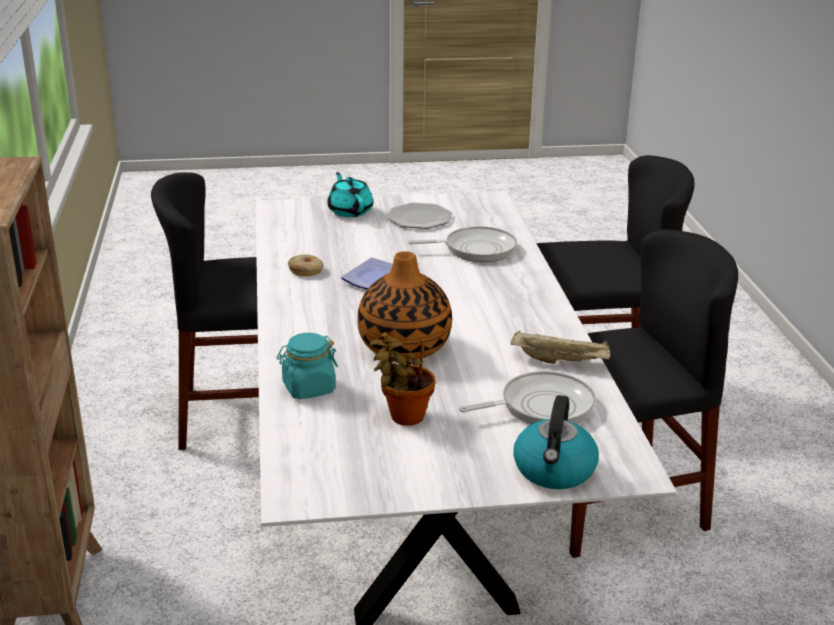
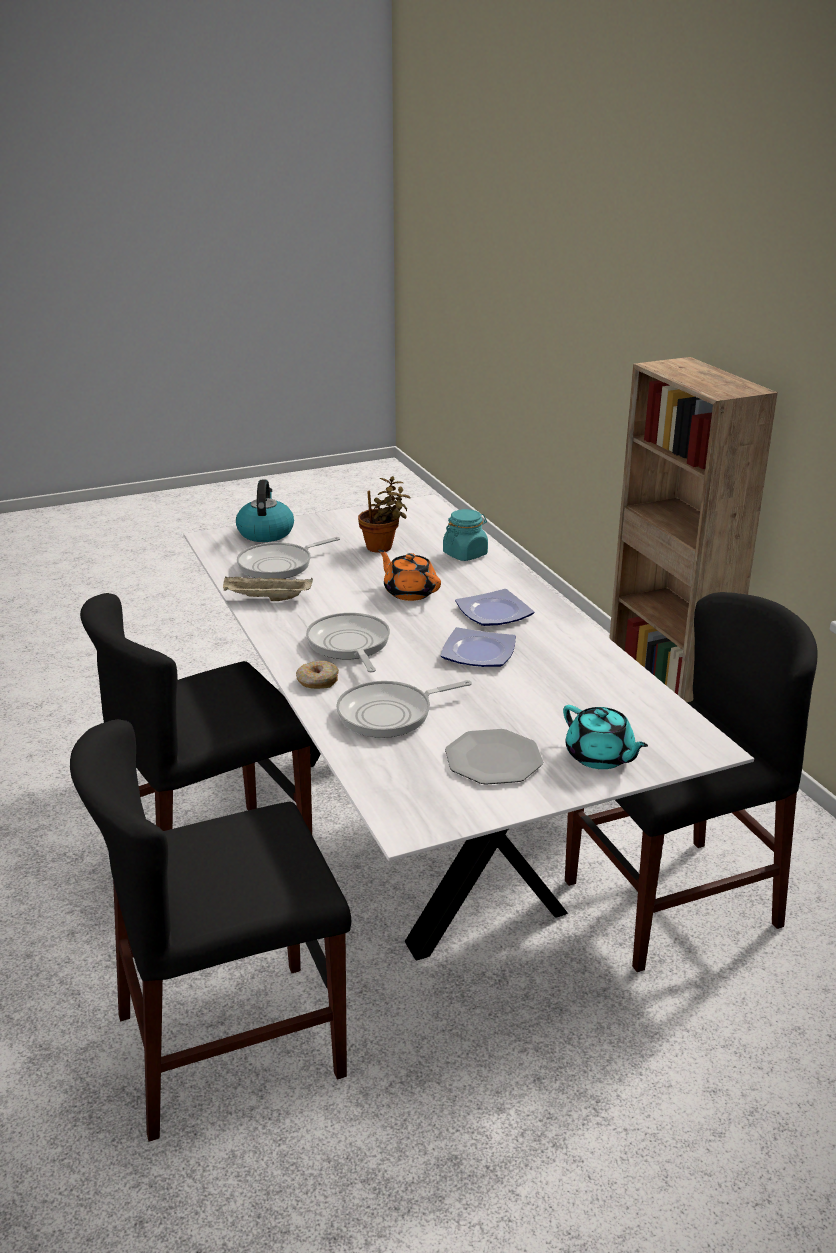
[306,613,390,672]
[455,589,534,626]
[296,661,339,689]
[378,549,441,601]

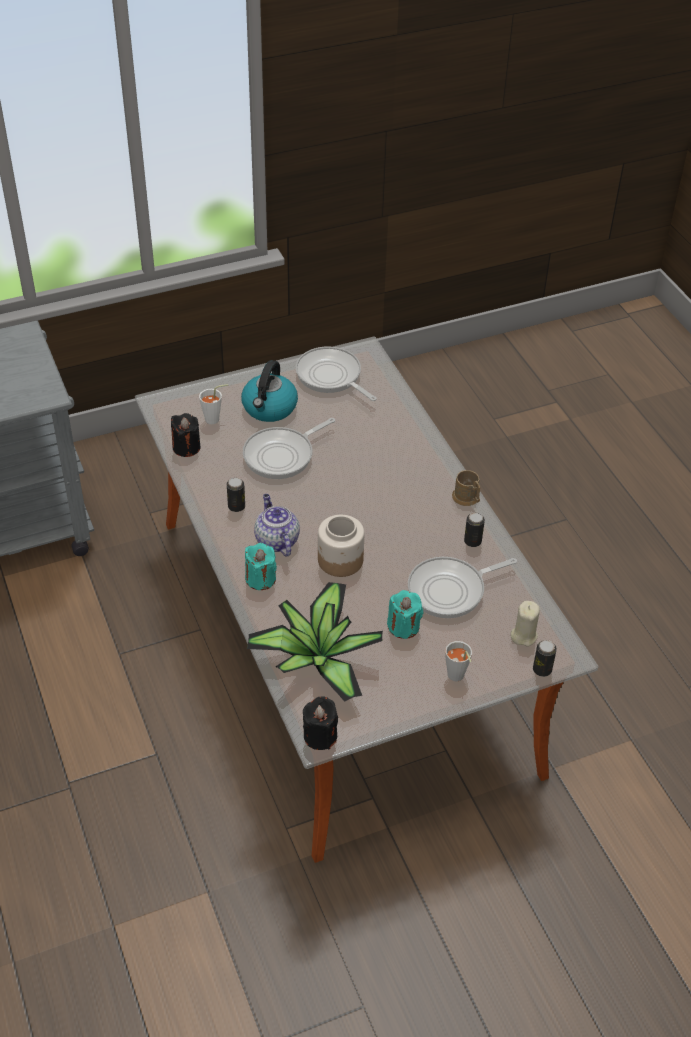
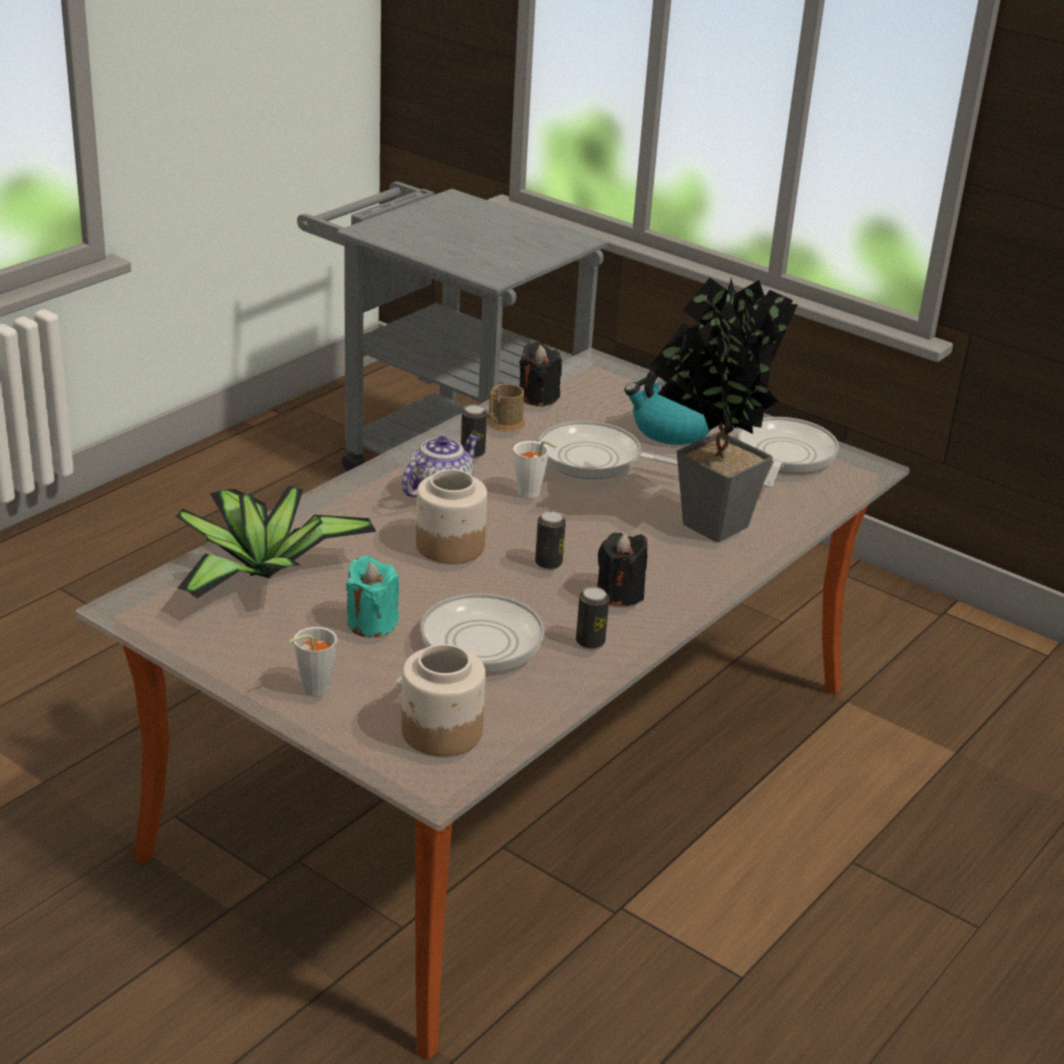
[245,543,277,590] (first image)
[648,278,798,542]
[514,441,556,498]
[597,533,648,606]
[487,384,526,432]
[535,511,566,569]
[401,644,486,756]
[396,593,544,686]

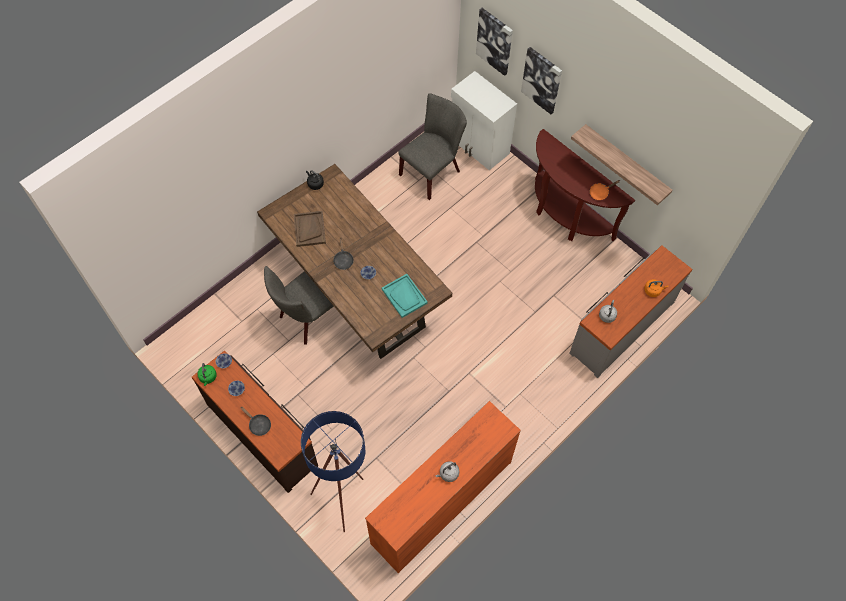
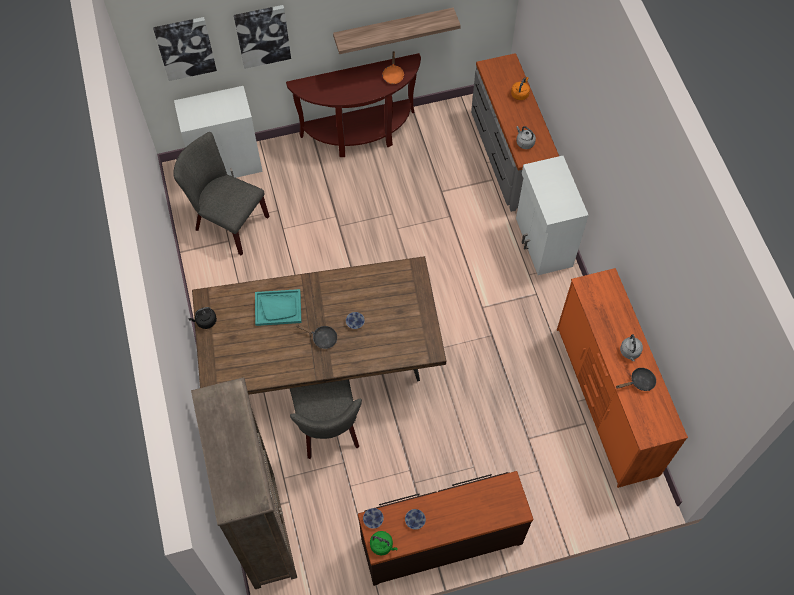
[294,211,326,247] (first image)
[301,411,366,532] (first image)
[191,377,297,589]
[516,156,589,275]
[616,368,656,391]
[255,289,301,326]
[173,132,269,256]

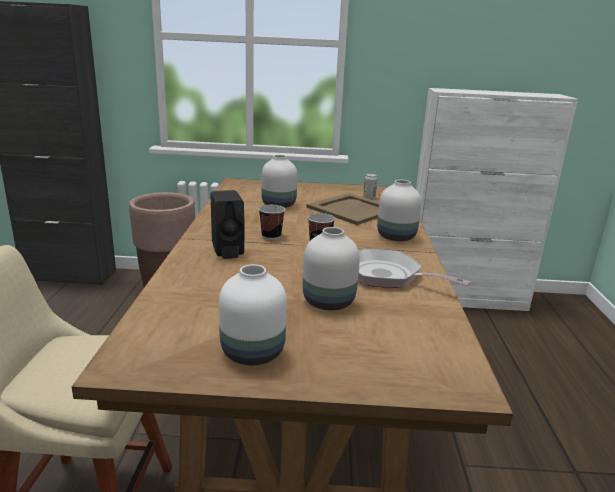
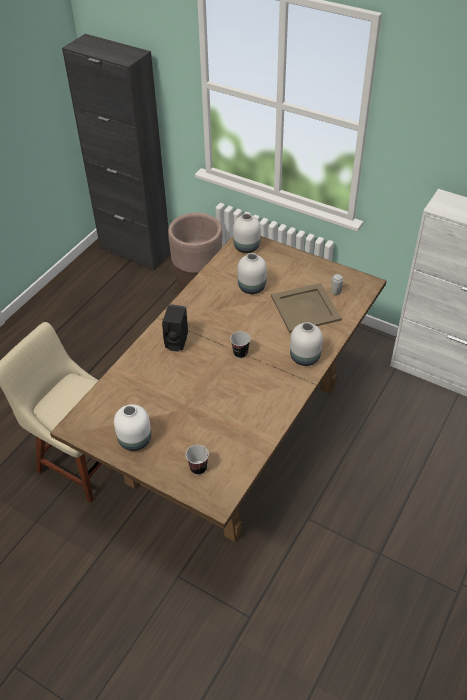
[358,249,471,288] (first image)
[186,445,209,475]
[233,213,261,253]

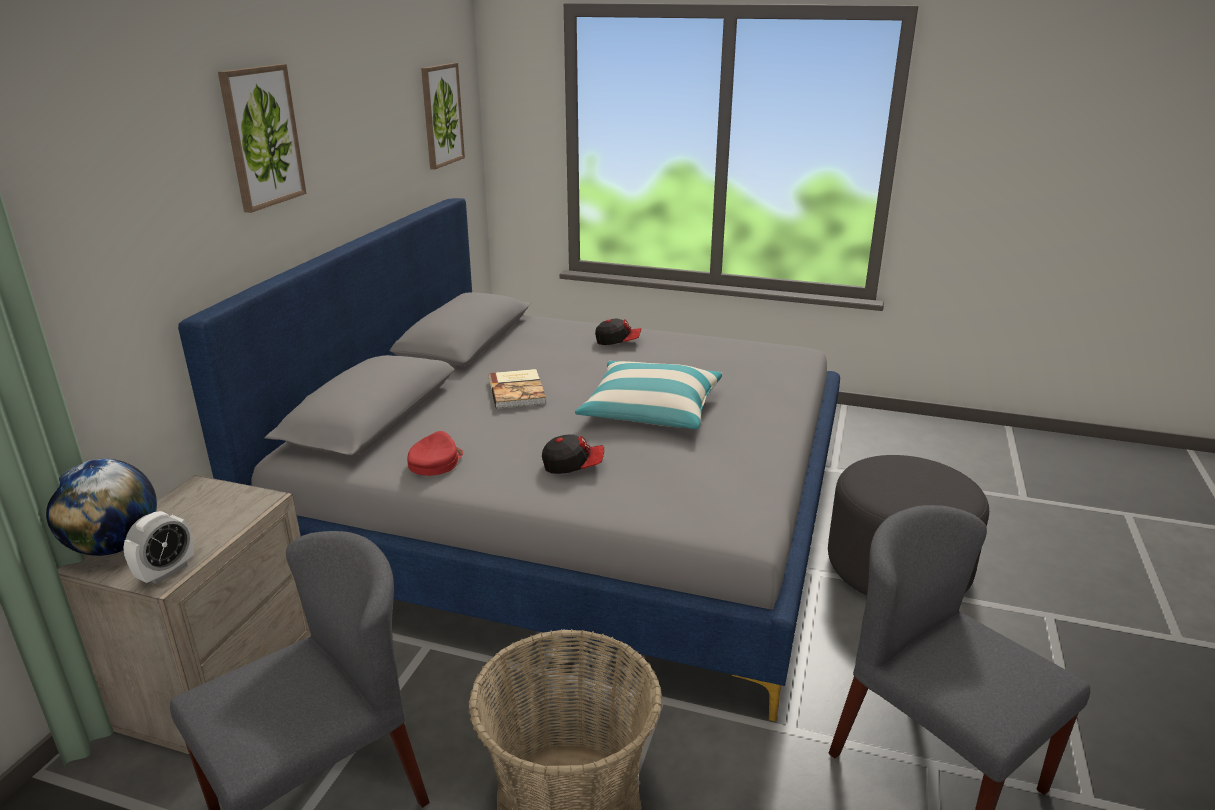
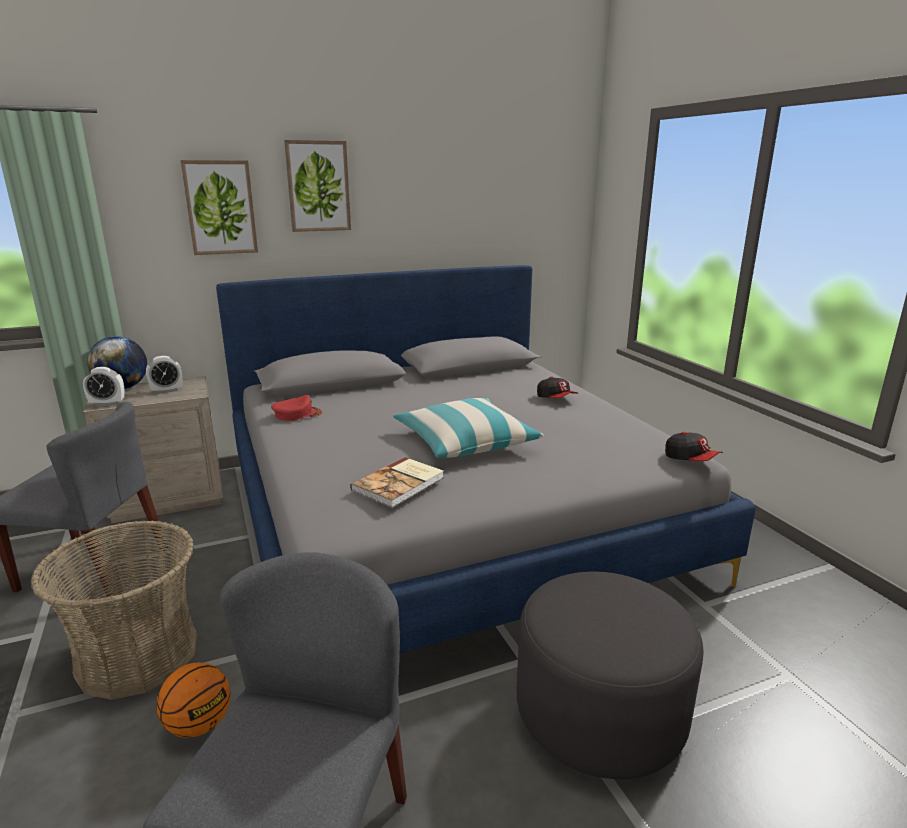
[146,356,183,394]
[157,662,231,738]
[181,160,258,255]
[350,457,444,508]
[665,432,723,461]

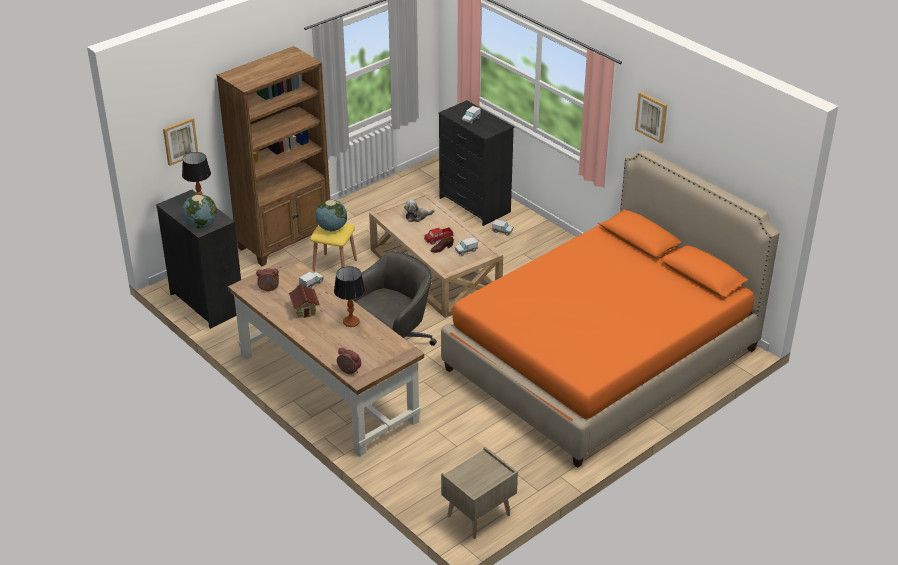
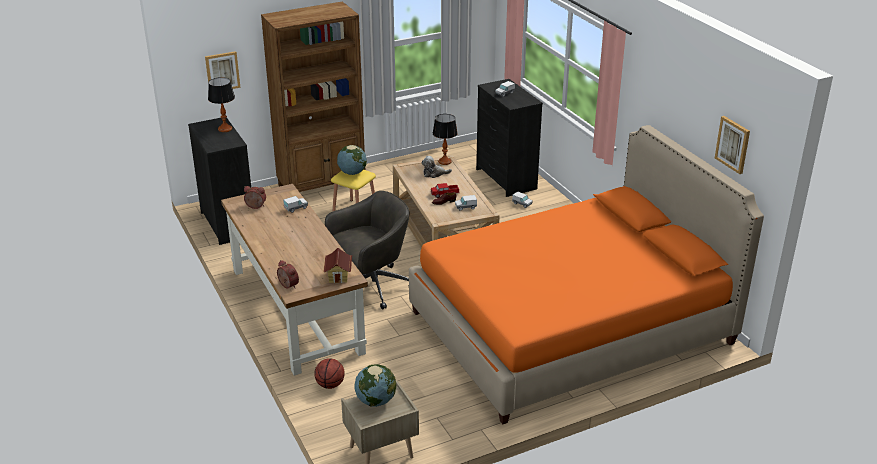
[314,358,345,389]
[355,364,396,407]
[323,248,352,283]
[433,114,458,165]
[715,116,750,174]

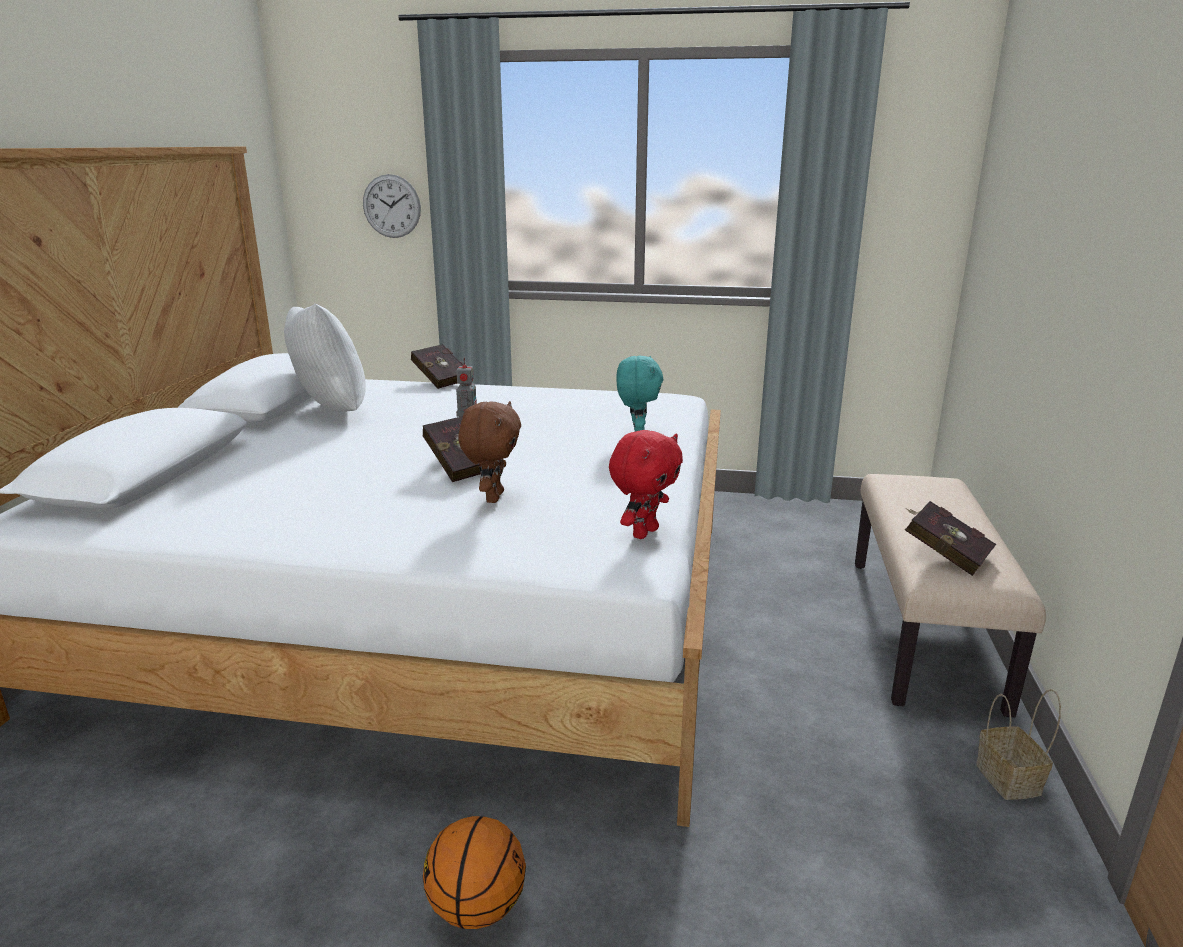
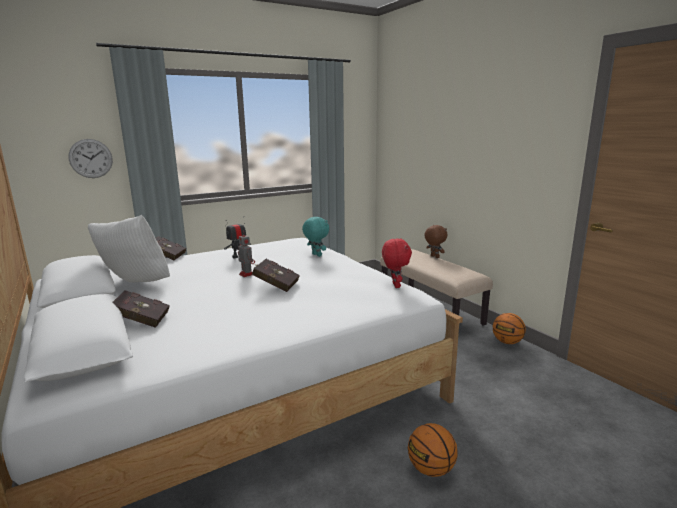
[224,218,251,258]
[424,225,448,258]
[113,290,170,328]
[493,313,526,344]

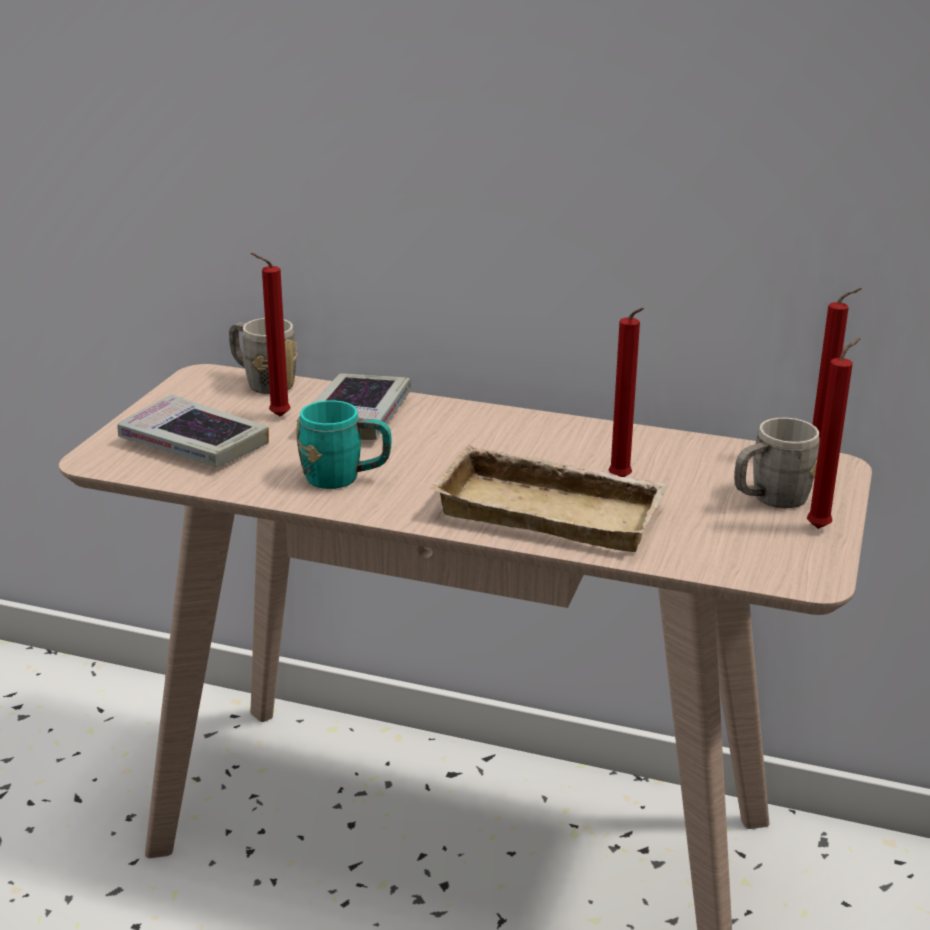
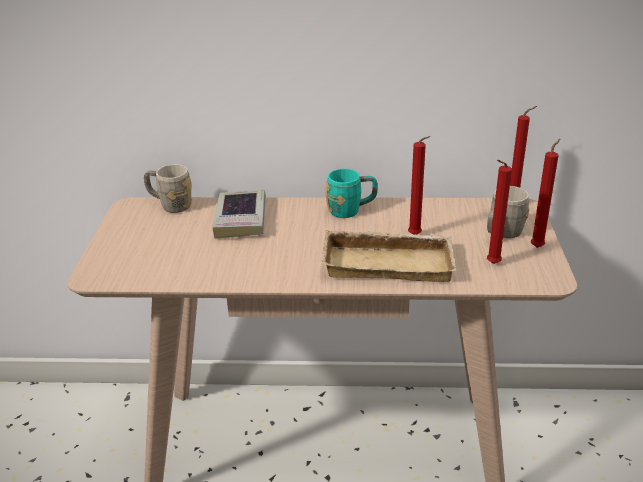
[117,394,269,467] (first image)
[487,160,512,264]
[325,169,378,218]

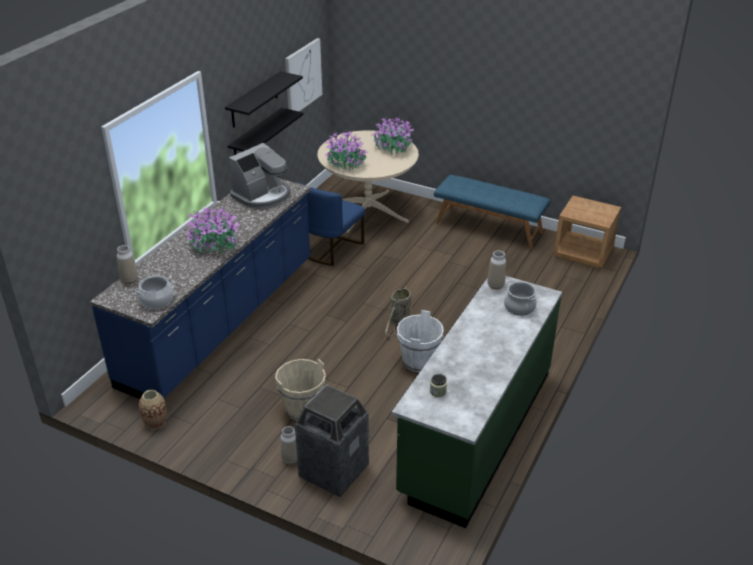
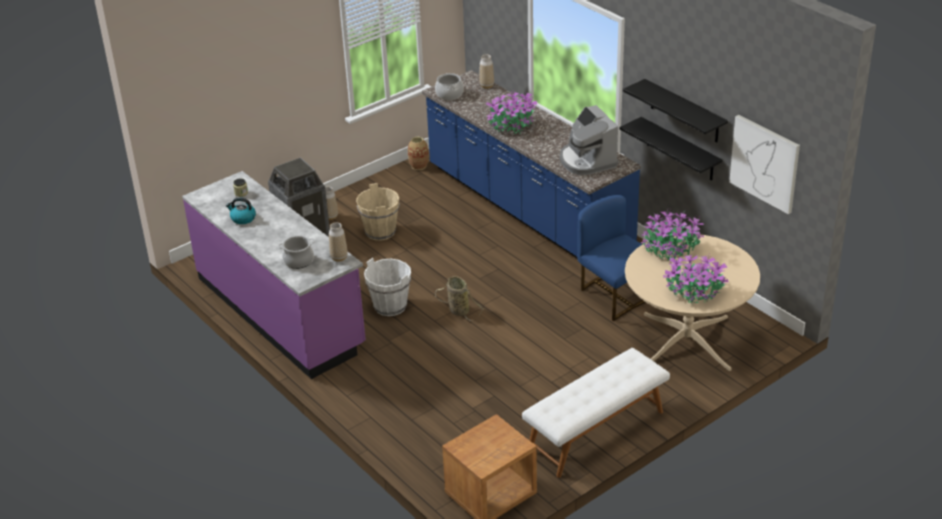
[226,197,256,224]
[182,171,366,379]
[522,348,670,478]

